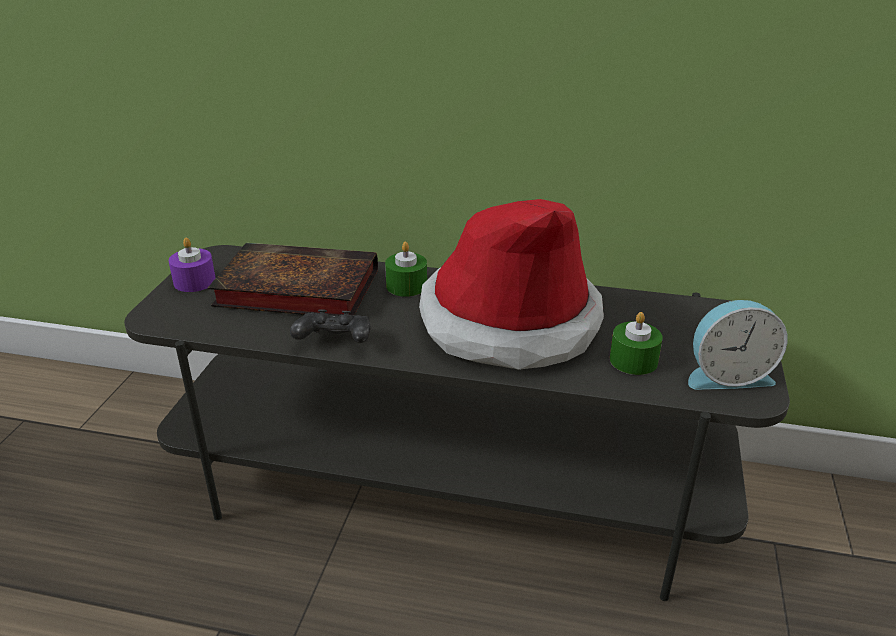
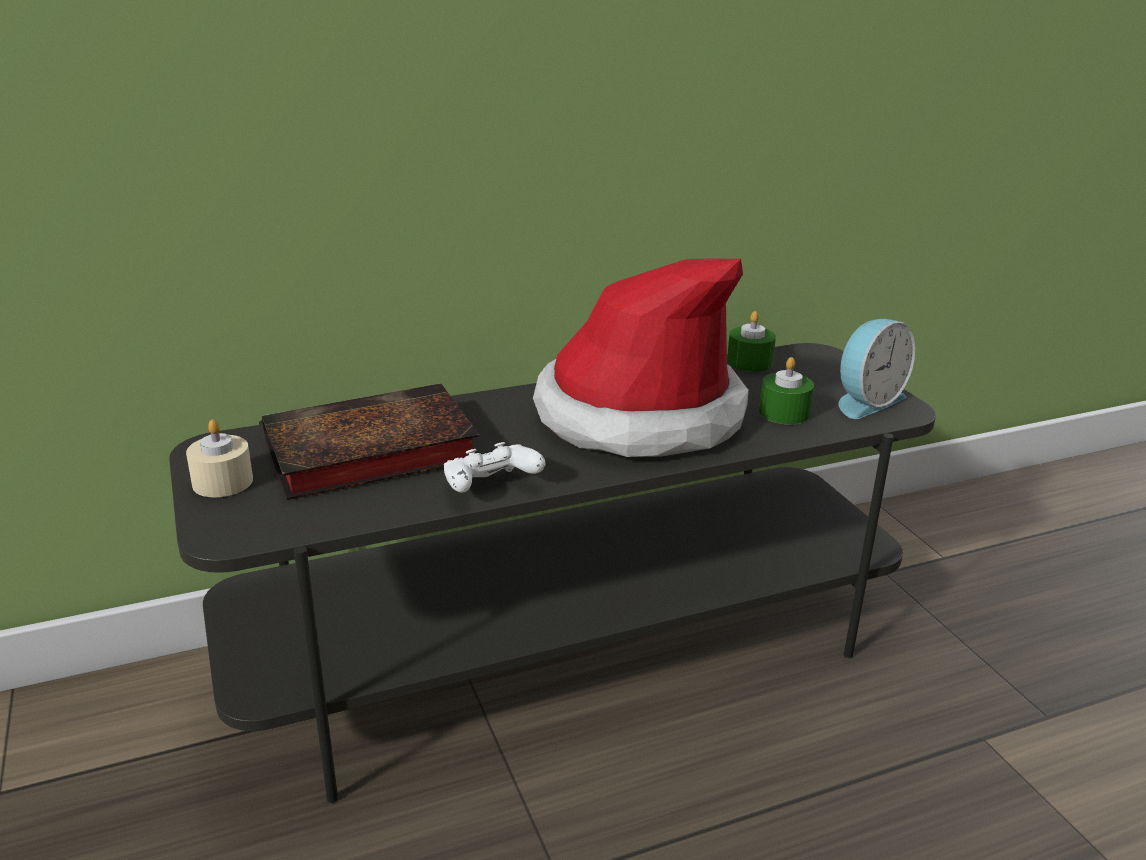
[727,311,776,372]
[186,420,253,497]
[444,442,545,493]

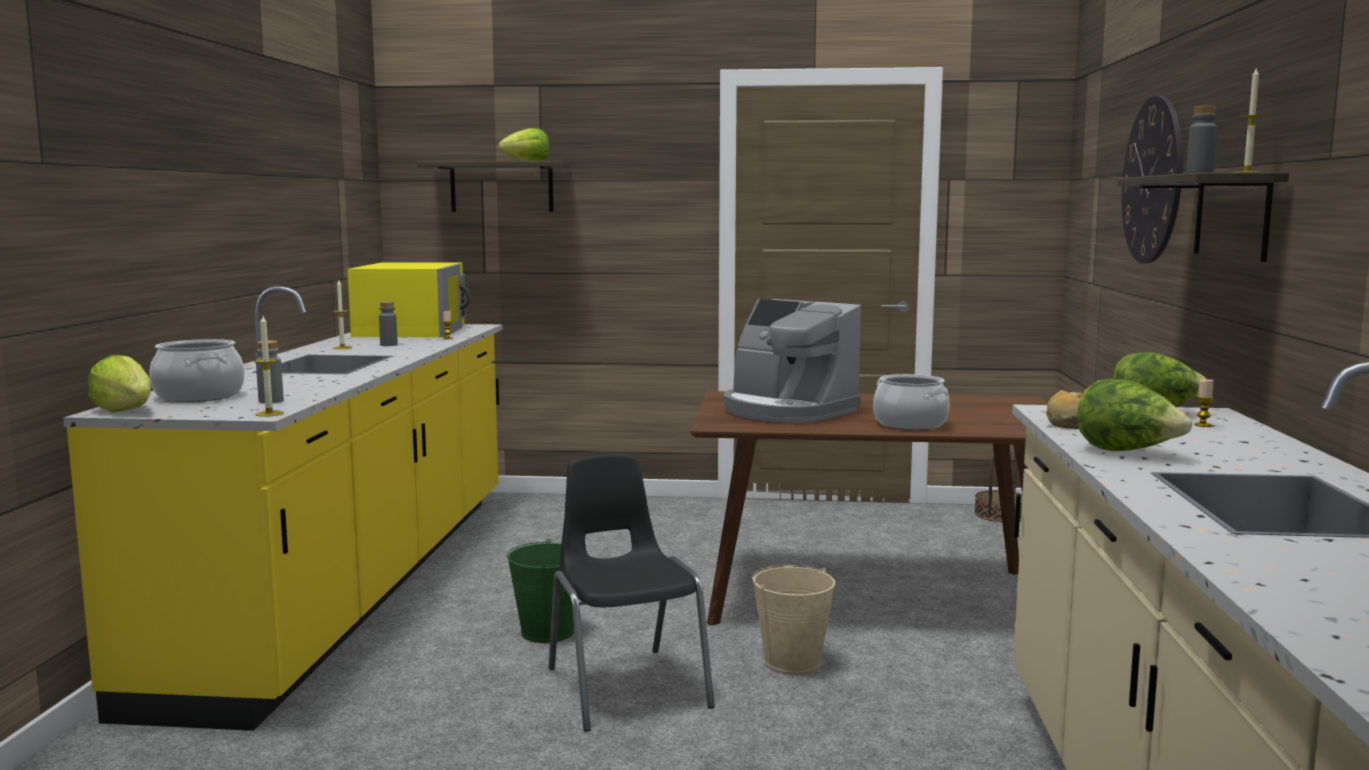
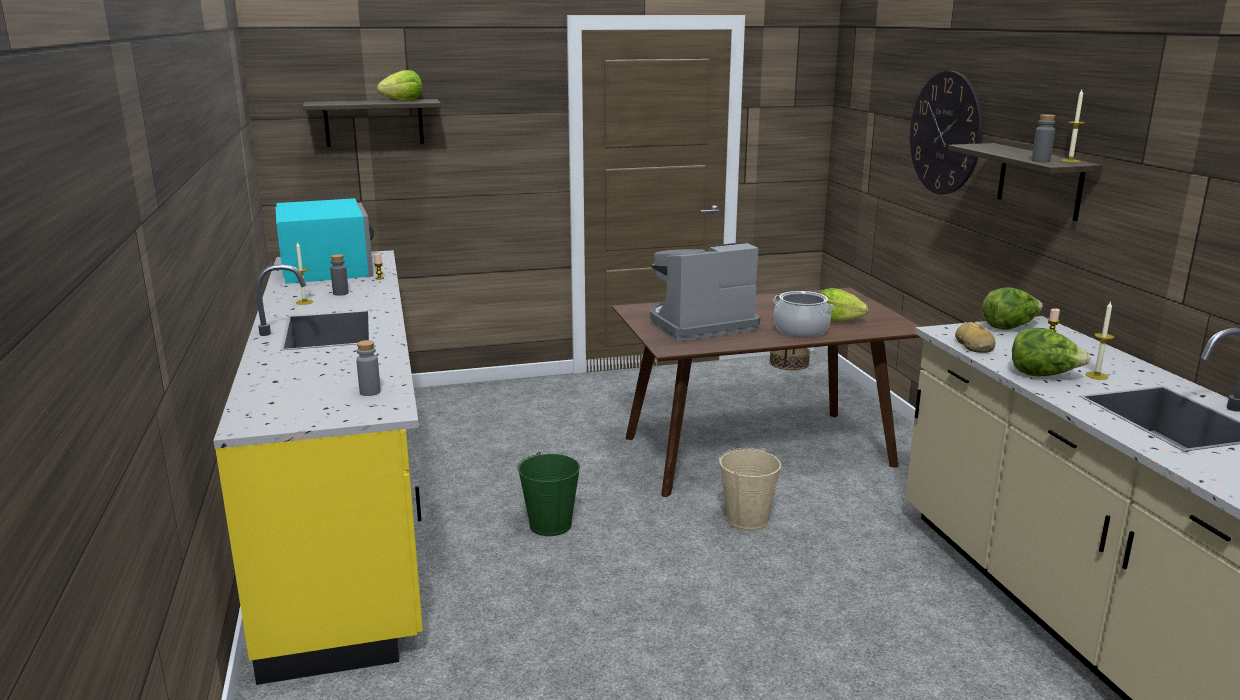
[149,339,245,402] (first image)
[549,454,715,732] (first image)
[820,288,868,322]
[1085,301,1114,380]
[275,198,374,284]
[650,242,760,341]

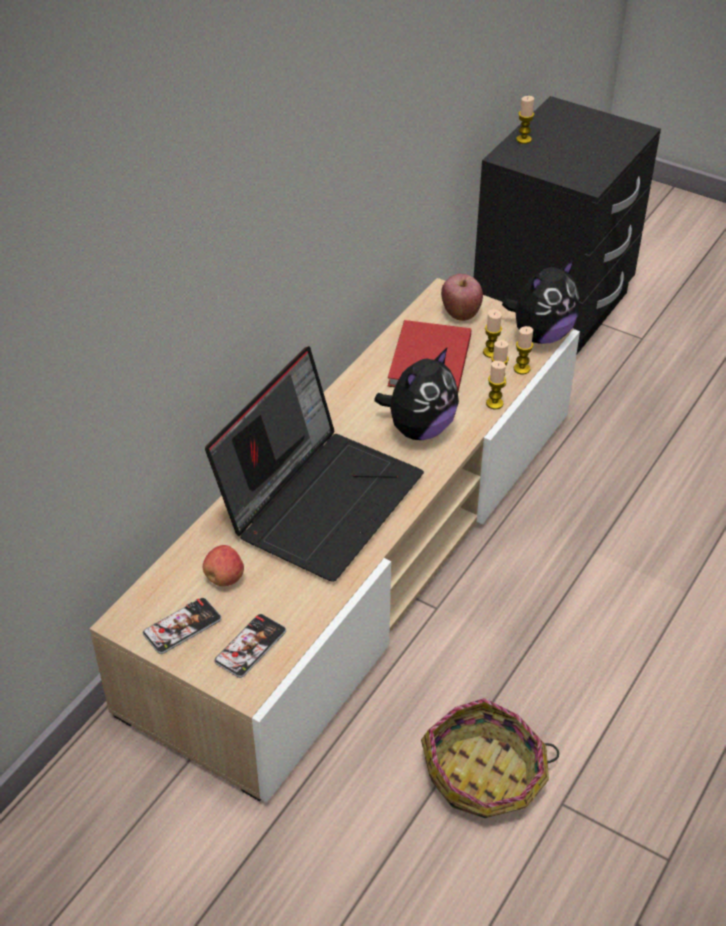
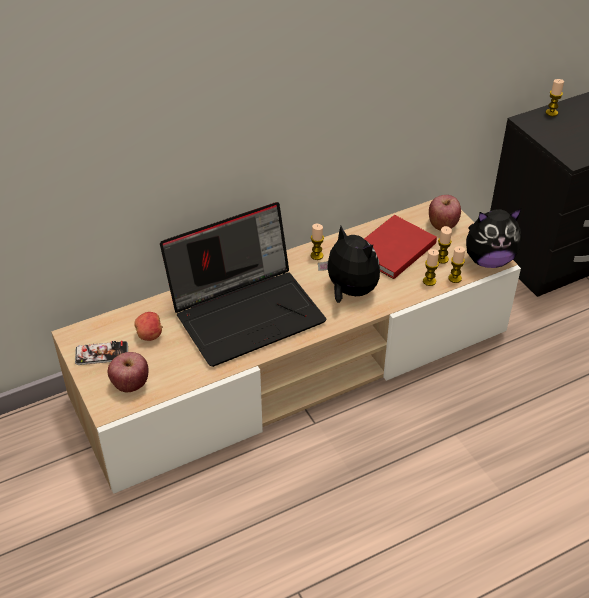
[421,698,559,818] (first image)
[311,224,324,260]
[108,352,148,392]
[318,226,380,303]

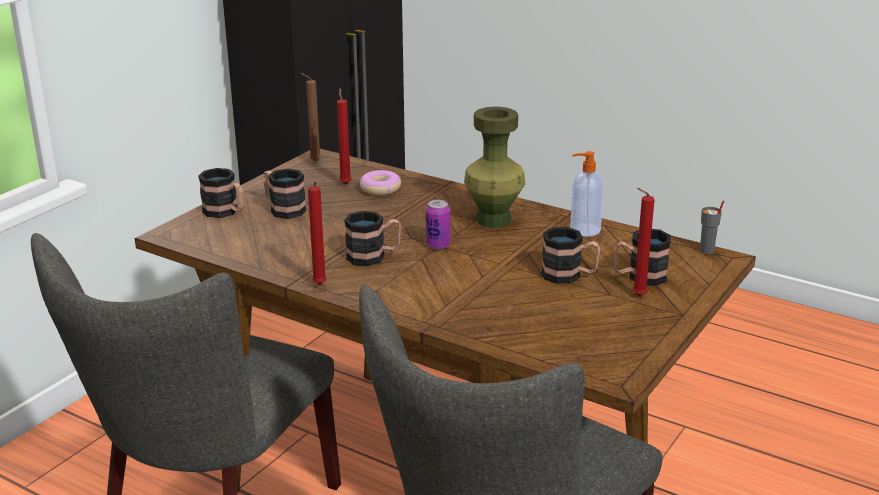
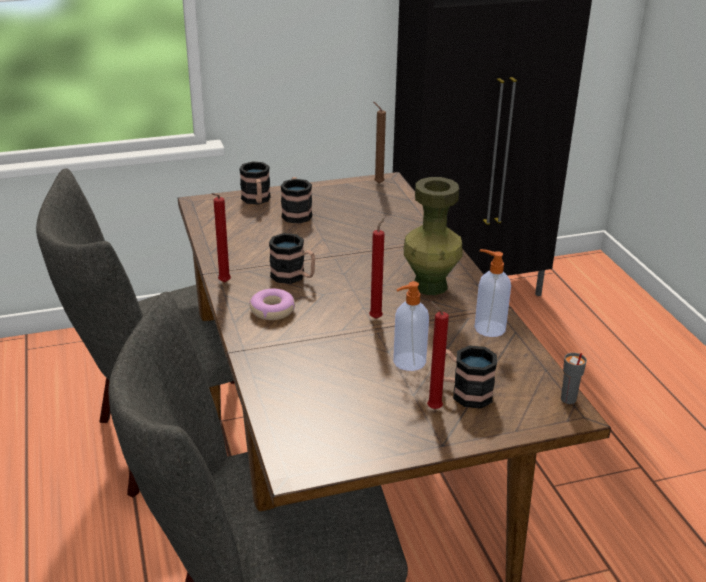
[426,200,450,250] (first image)
[369,217,385,319]
[249,289,295,320]
[393,281,429,371]

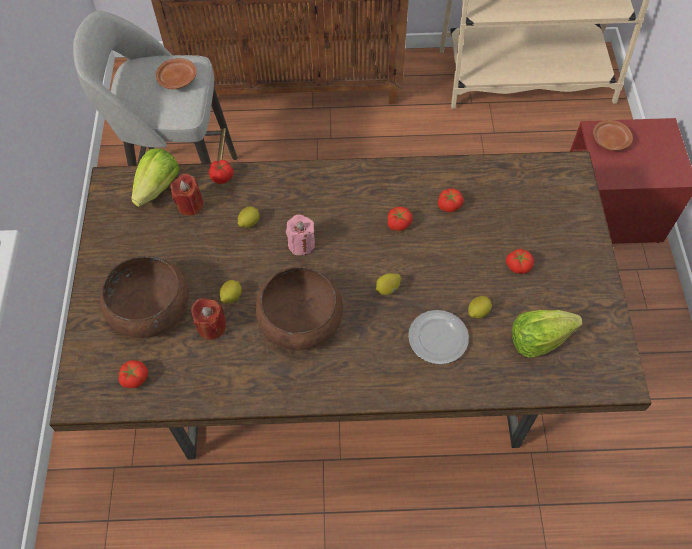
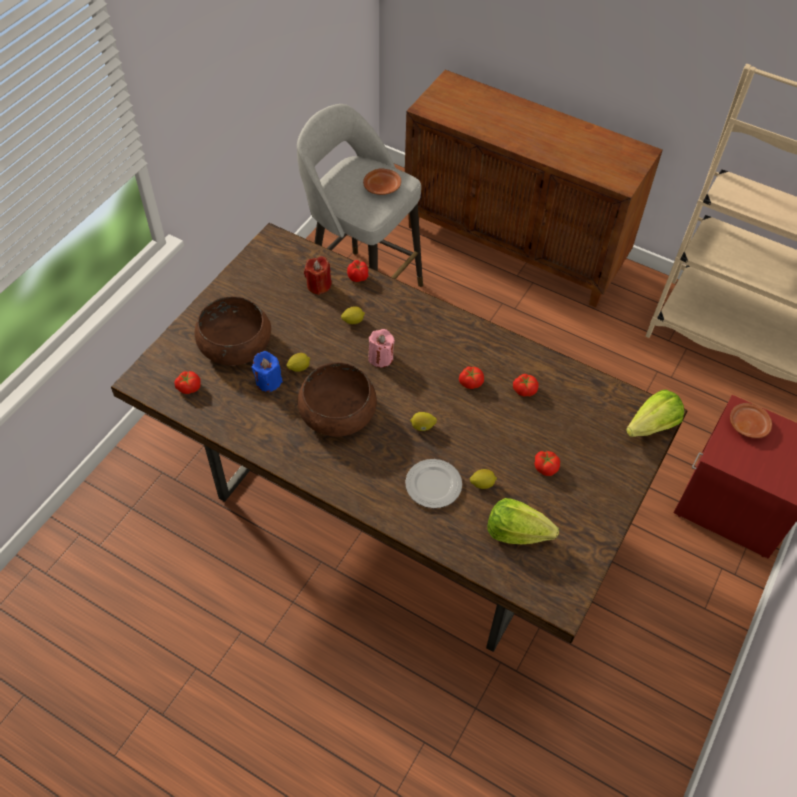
[626,389,684,437]
[252,351,283,392]

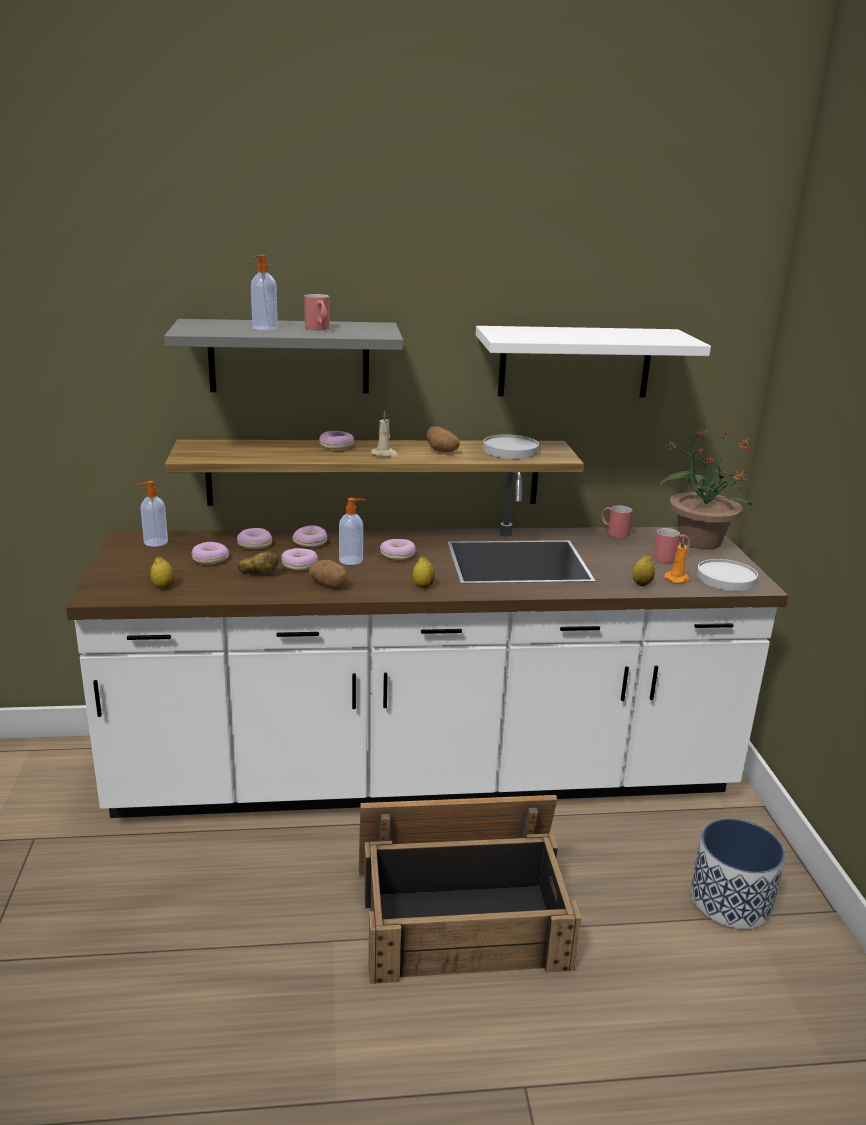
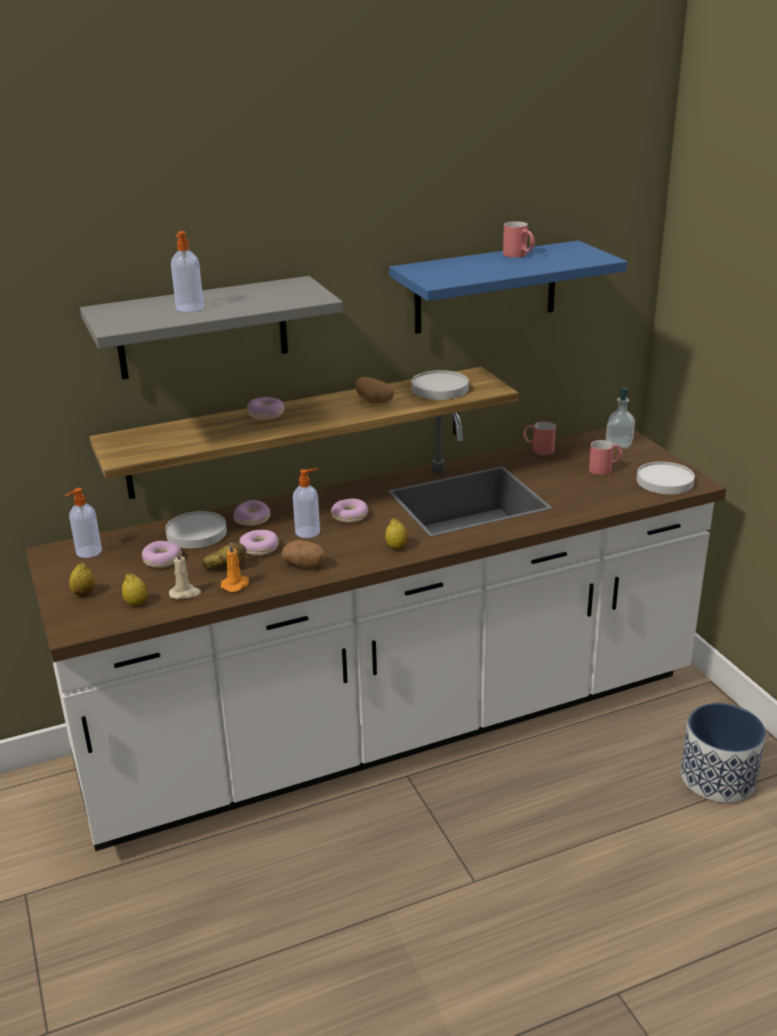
[359,795,581,984] (first image)
[503,221,535,258]
[169,550,201,599]
[69,563,95,597]
[221,542,249,592]
[165,511,227,549]
[606,387,635,448]
[389,240,627,334]

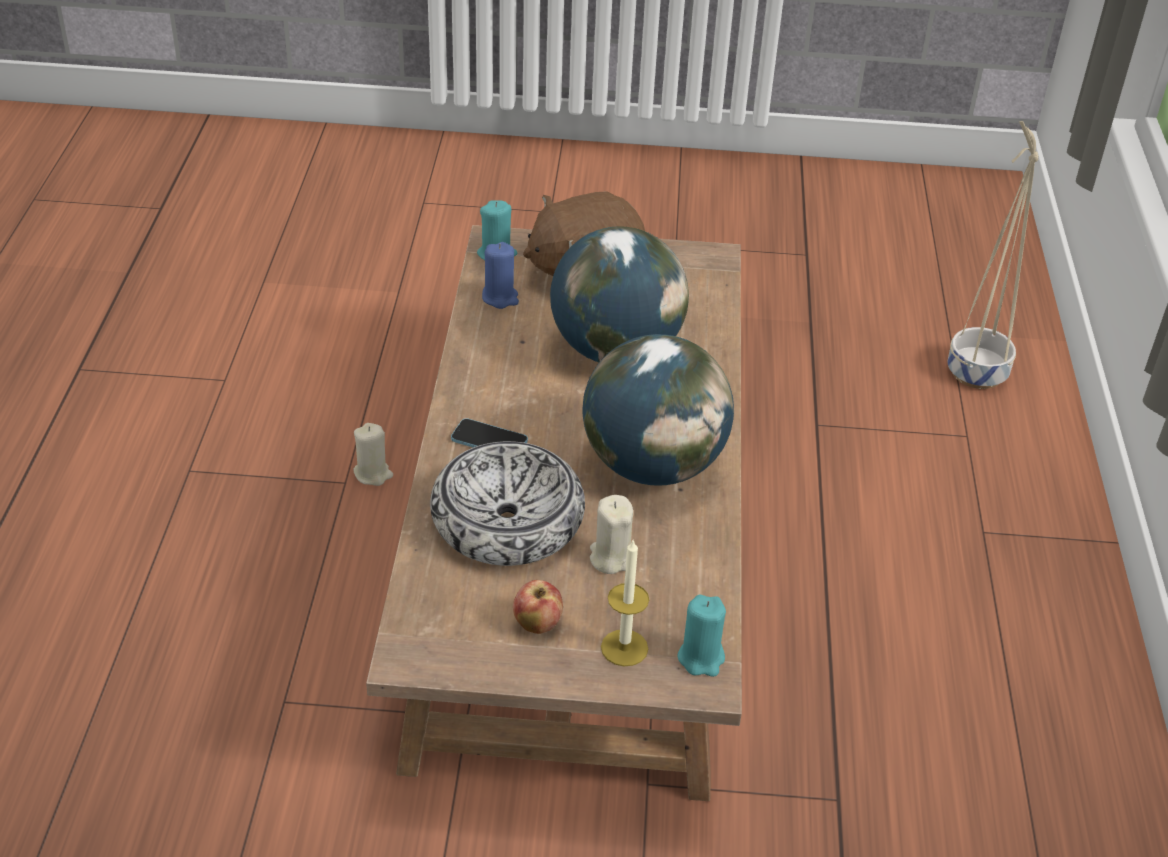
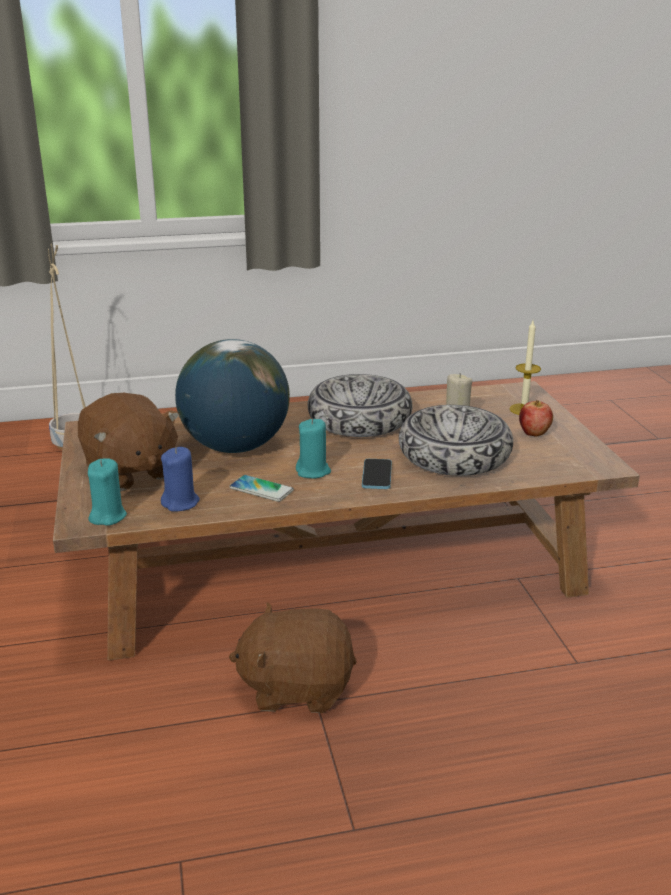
[229,475,294,502]
[296,419,331,478]
[229,602,357,713]
[308,374,413,437]

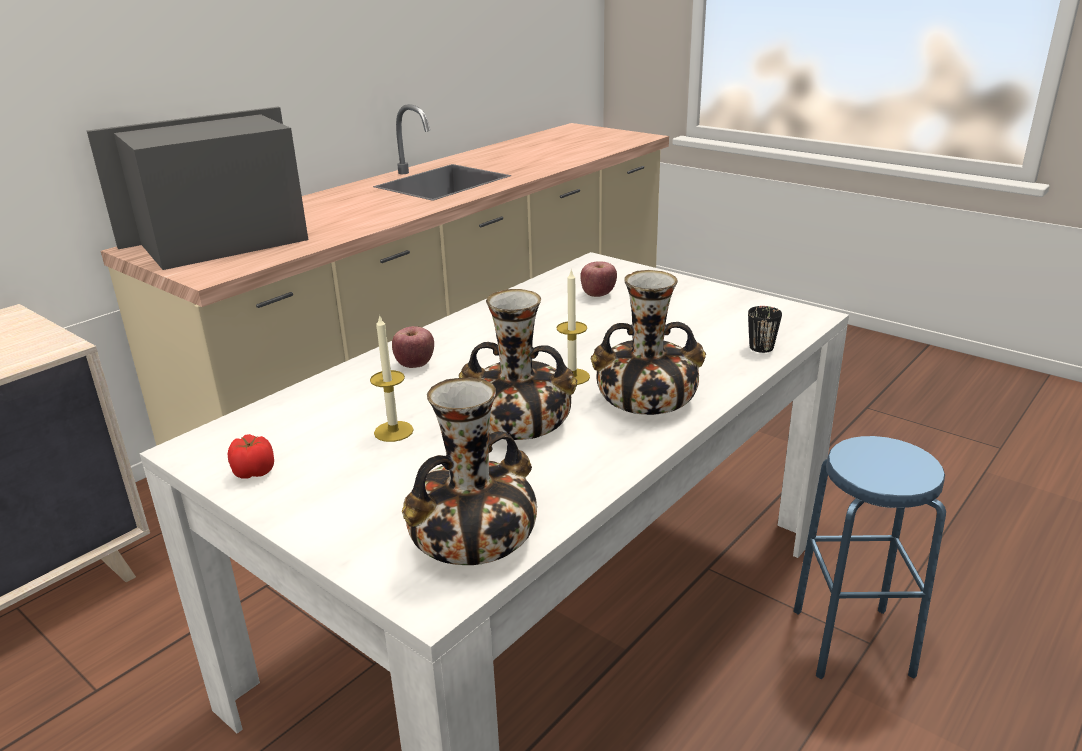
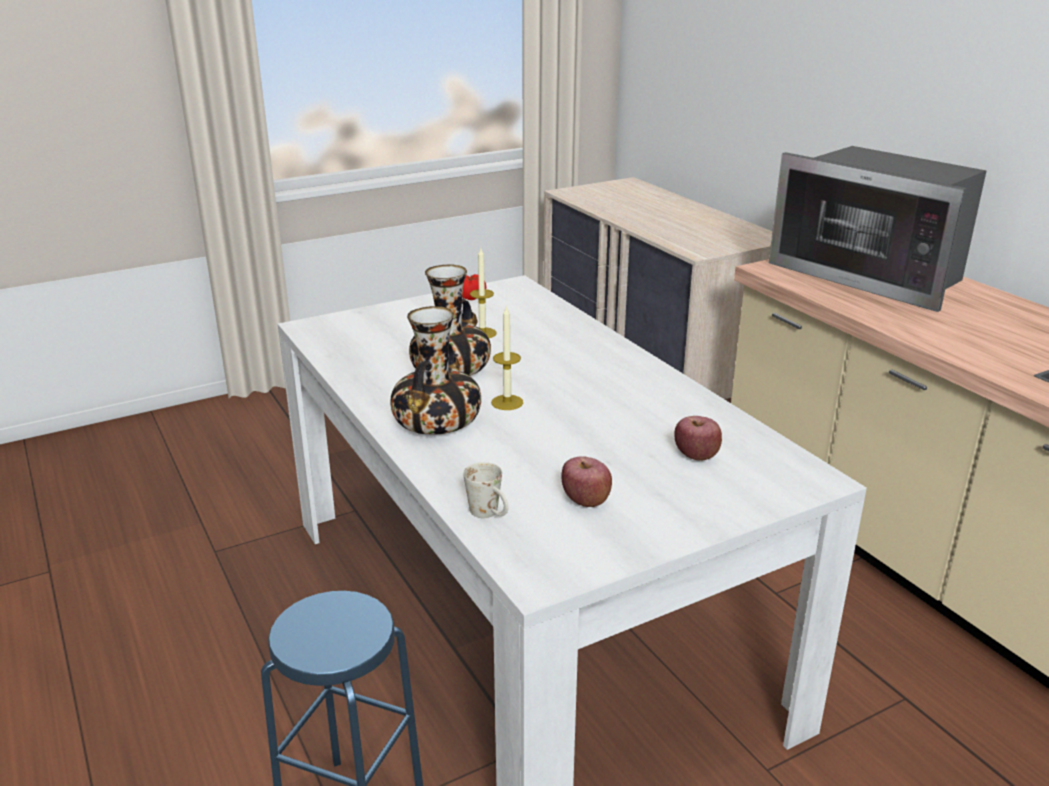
[402,378,537,565] (first image)
[562,456,612,507]
[463,462,508,518]
[769,146,987,312]

